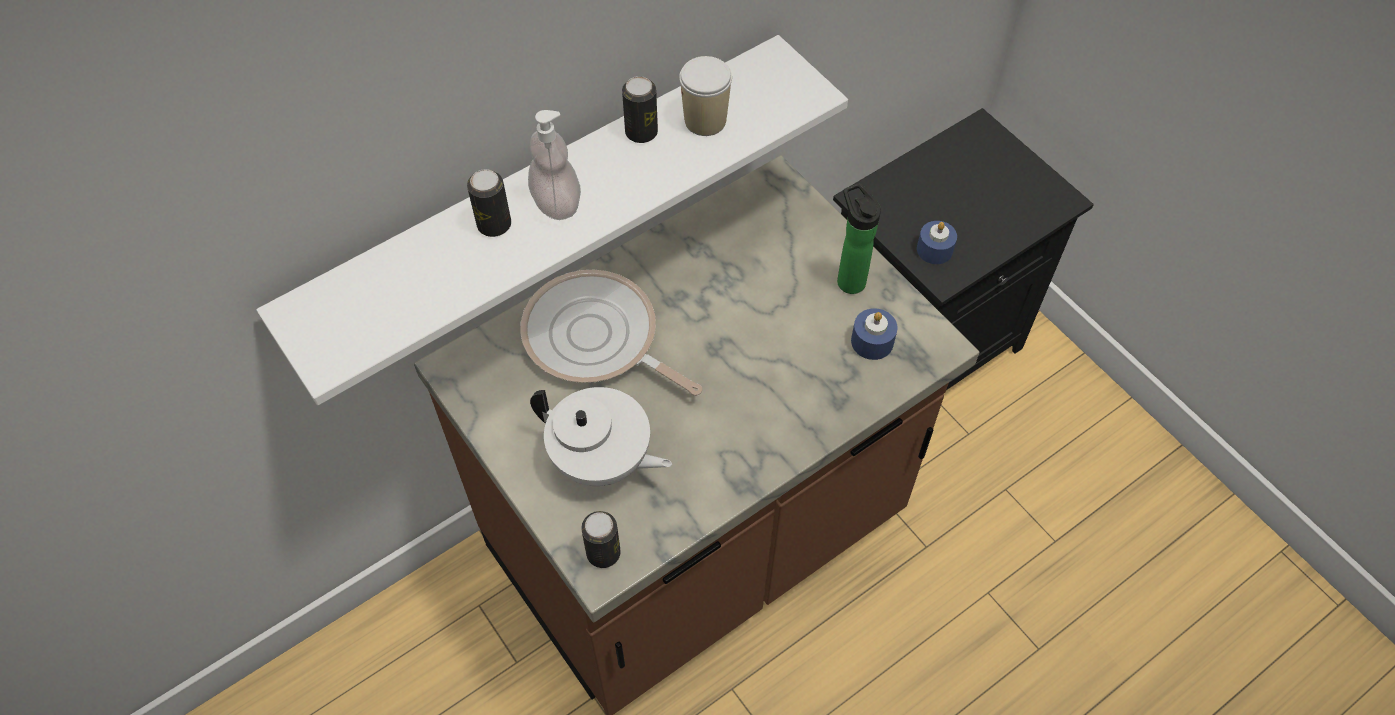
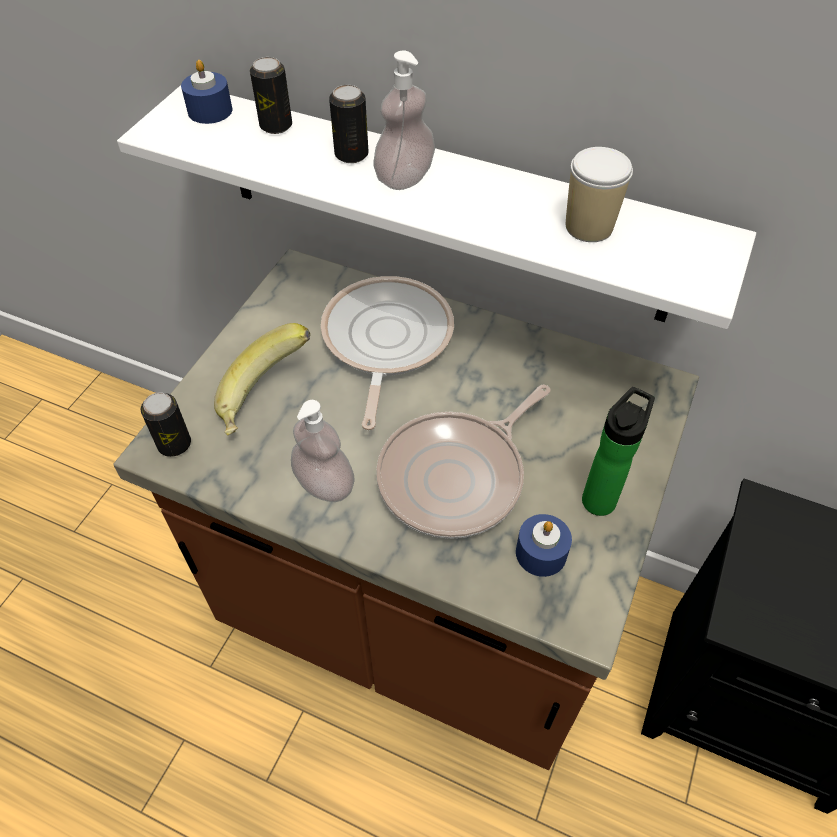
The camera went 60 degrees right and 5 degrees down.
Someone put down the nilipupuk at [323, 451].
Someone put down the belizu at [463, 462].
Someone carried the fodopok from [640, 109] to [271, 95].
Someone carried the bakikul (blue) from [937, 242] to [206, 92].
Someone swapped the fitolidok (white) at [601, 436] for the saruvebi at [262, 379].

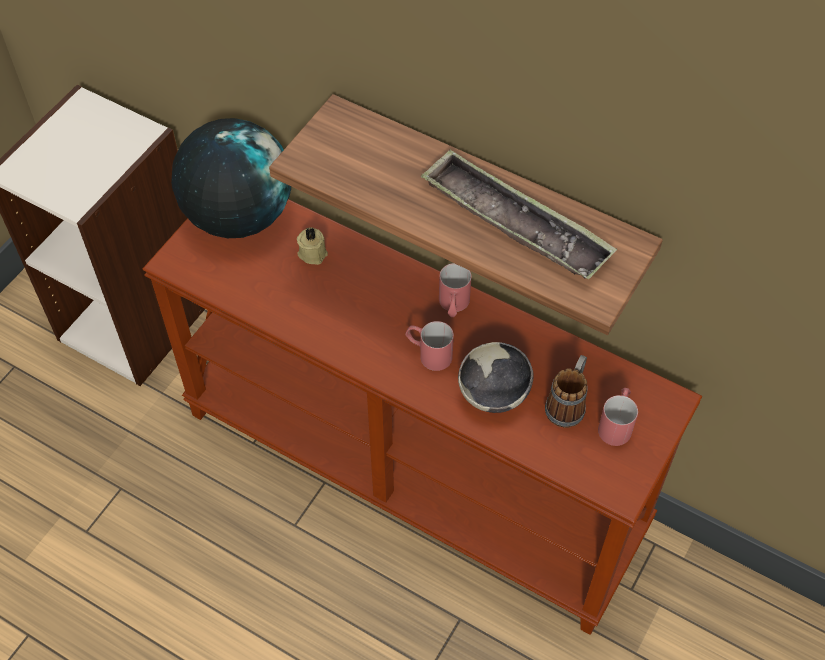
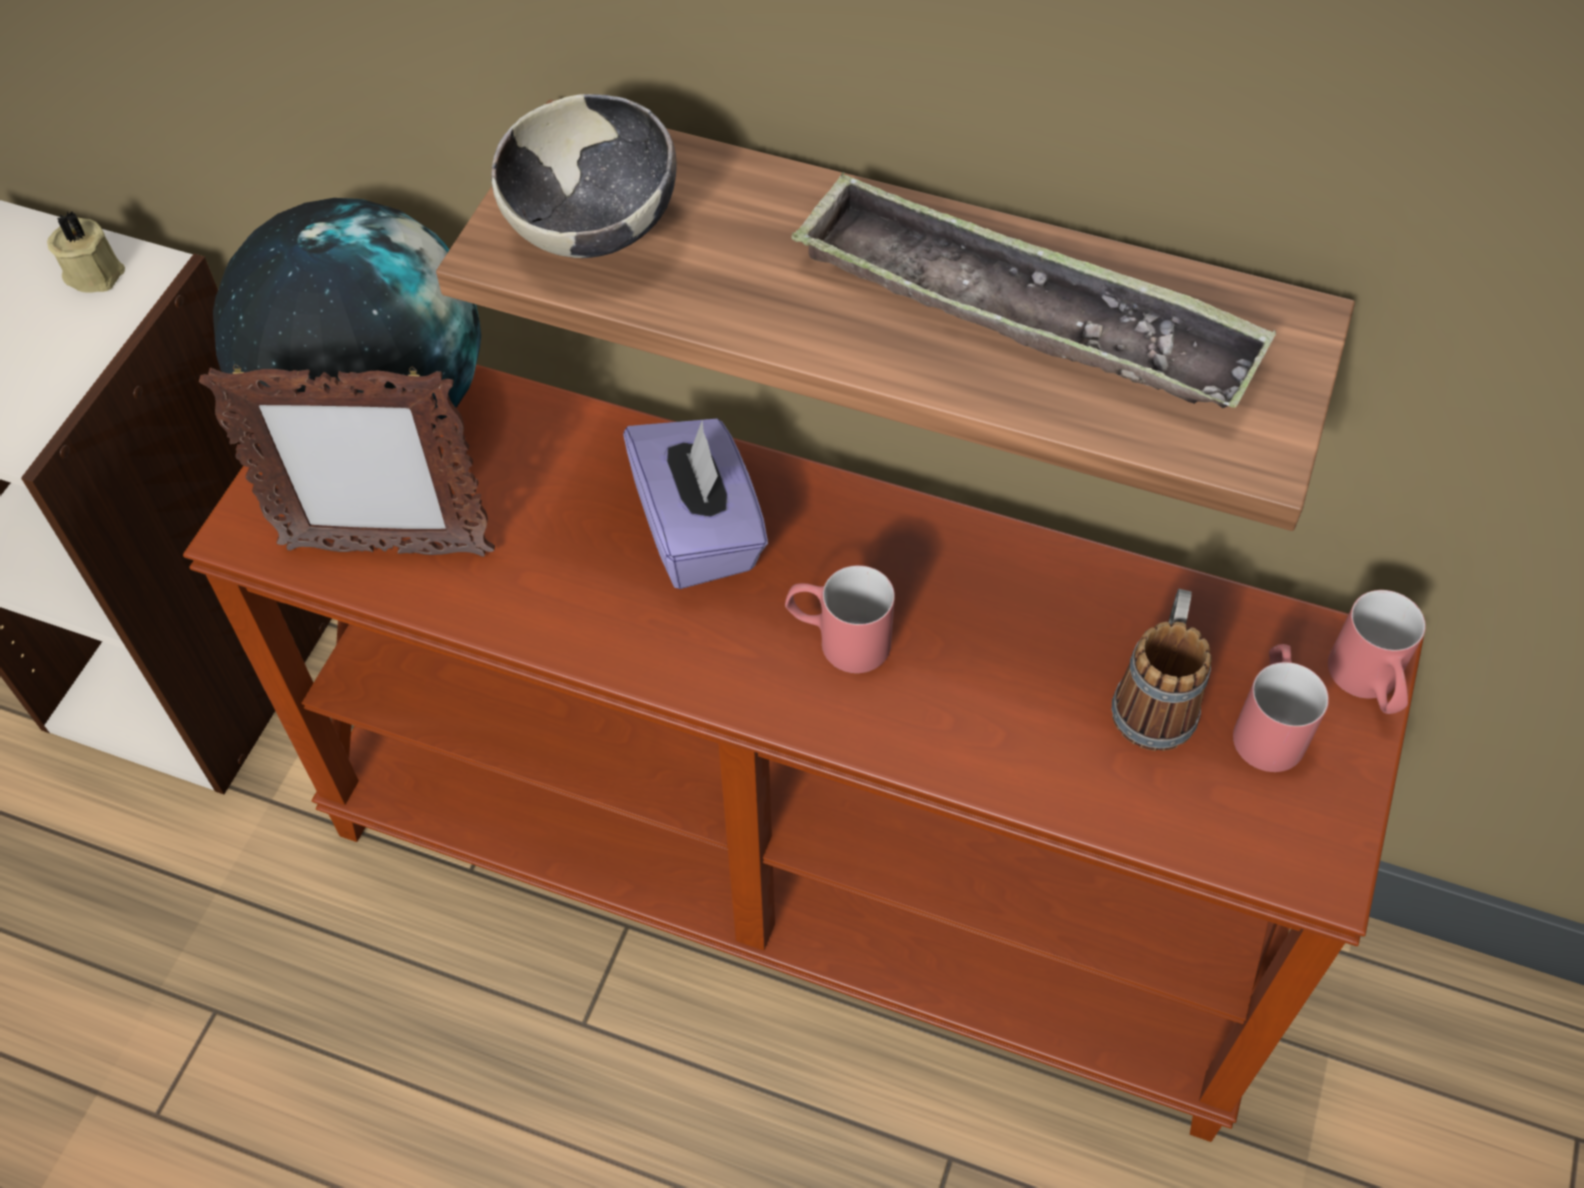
The camera went 10 degrees left and 0 degrees up.
Someone put down the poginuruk at [347, 460].
Someone put down the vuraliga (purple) at [695, 504].
Someone carried the bakikul (beige) from [312, 245] to [86, 252].
Someone carried the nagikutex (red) from [455, 290] to [1377, 652].
Someone carried the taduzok from [496, 377] to [584, 176].

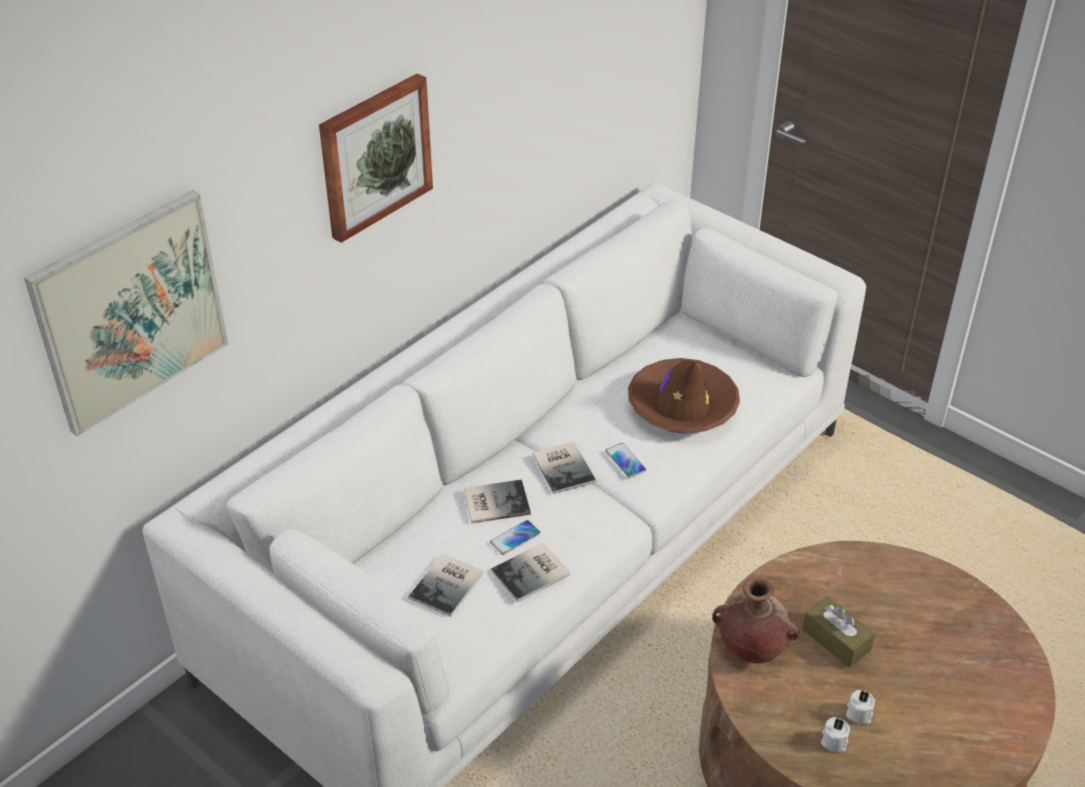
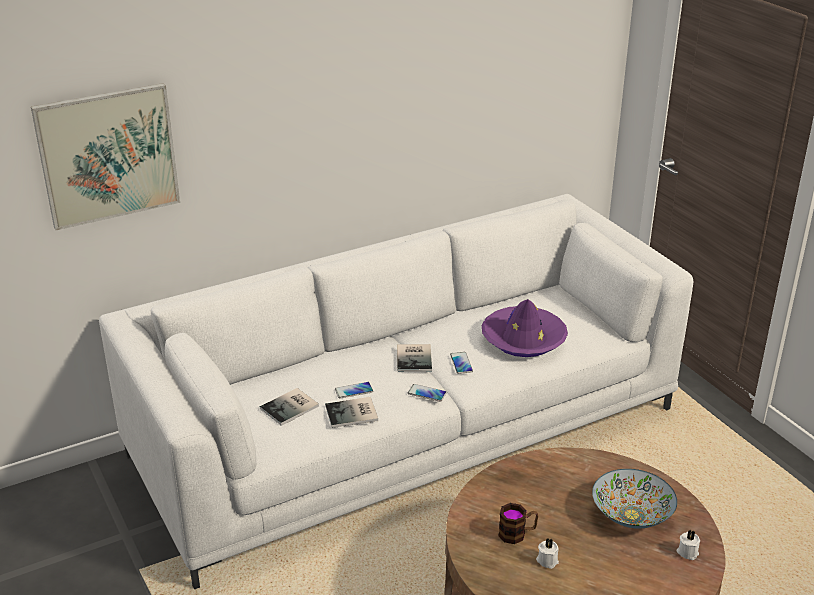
The camera went 20 degrees right and 10 degrees down.
Someone took away the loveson at [376, 158].
Someone took away the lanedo at [497, 501].
Someone took away the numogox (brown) at [755, 619].
Someone took away the vuraliga (brown) at [838, 631].
Someone put down the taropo at [427, 393].
Someone put down the nagikutex at [518, 523].
Someone put down the taduzok at [634, 499].
Someone carried the bakikul (white) from [835, 734] to [688, 545].
Someone repainted the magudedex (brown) at [684, 396], which became the magudedex (purple) at [525, 328].

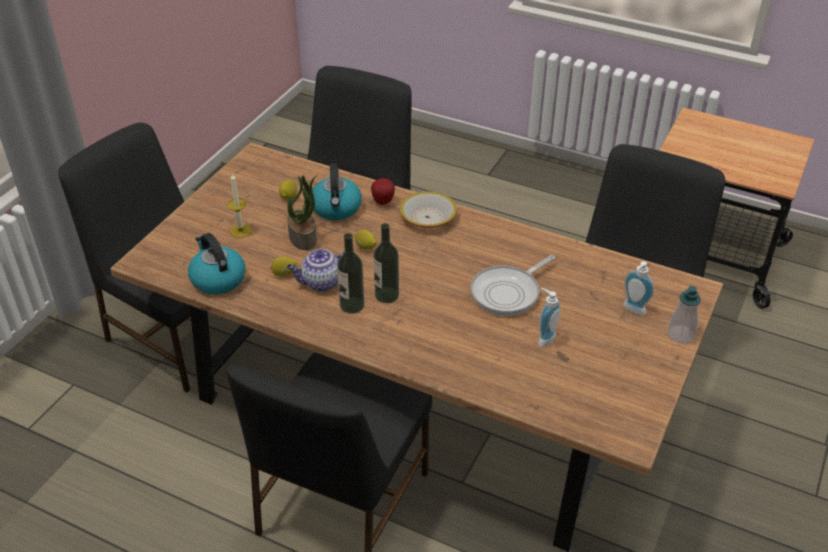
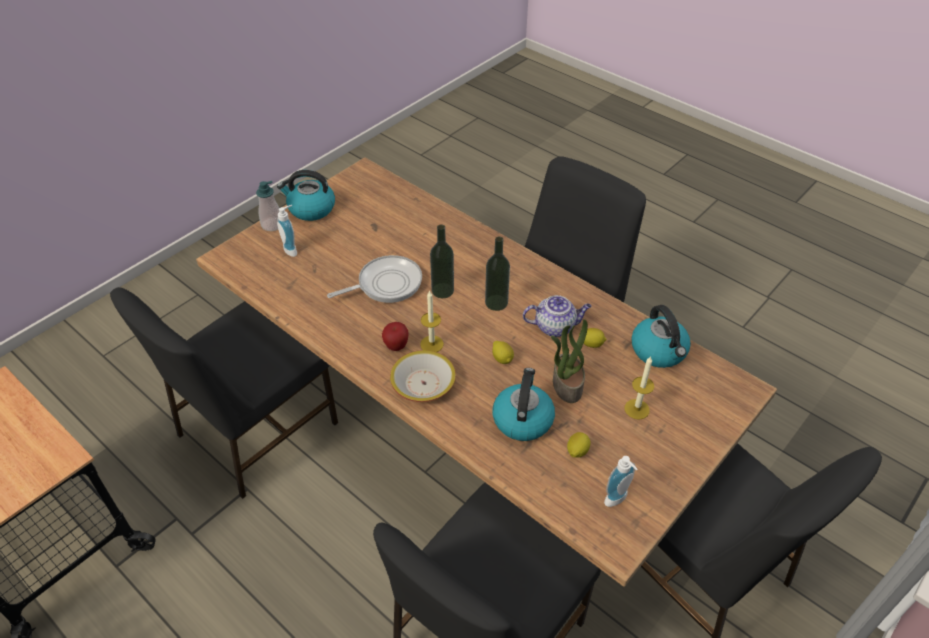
The camera went 165 degrees left and 5 degrees up.
Someone put down the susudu at [306, 195].
Someone put down the bakikul at [432, 321].
Someone carried the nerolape from [350, 273] to [442, 261].
Someone carried the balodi from [383, 191] to [395, 336].
Someone carried the nilipupuk from [549, 317] to [621, 481].

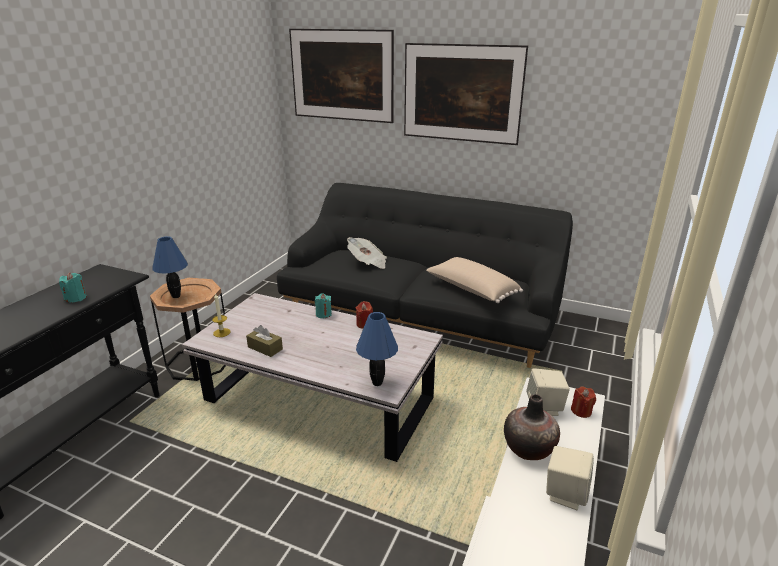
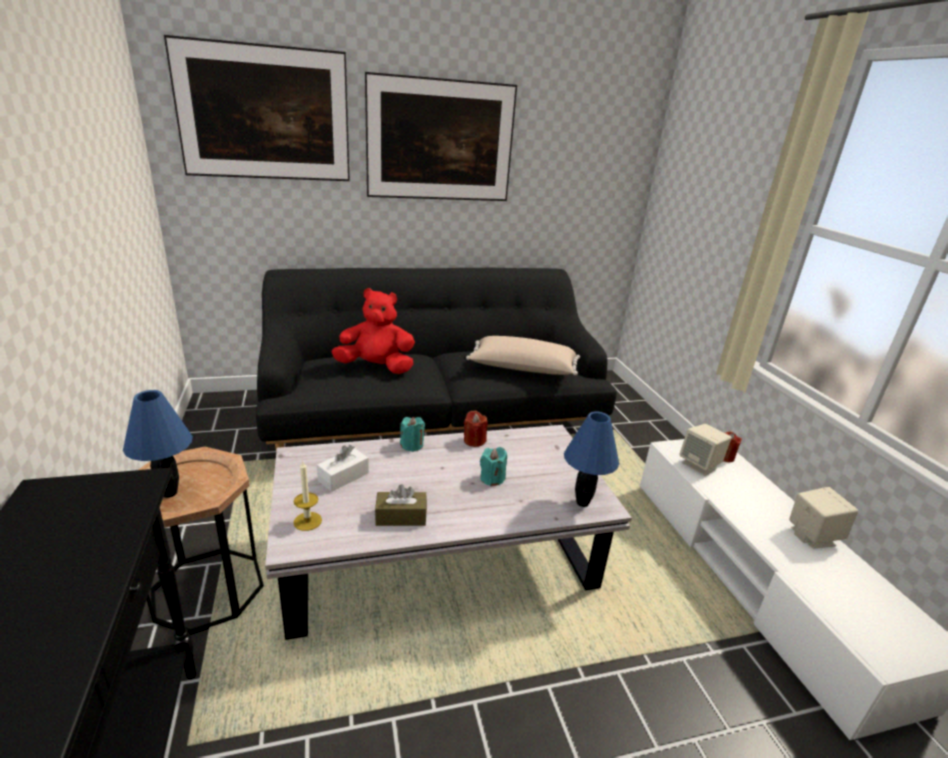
The camera went 40 degrees left and 0 degrees up.
Someone took away the numogox at [532, 427].
Someone put down the vuraliga (white) at [343, 468].
Someone carried the bakikul (turquoise) from [73, 287] to [493, 466].
Someone swapped the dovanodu at [367, 253] for the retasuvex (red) at [373, 331].

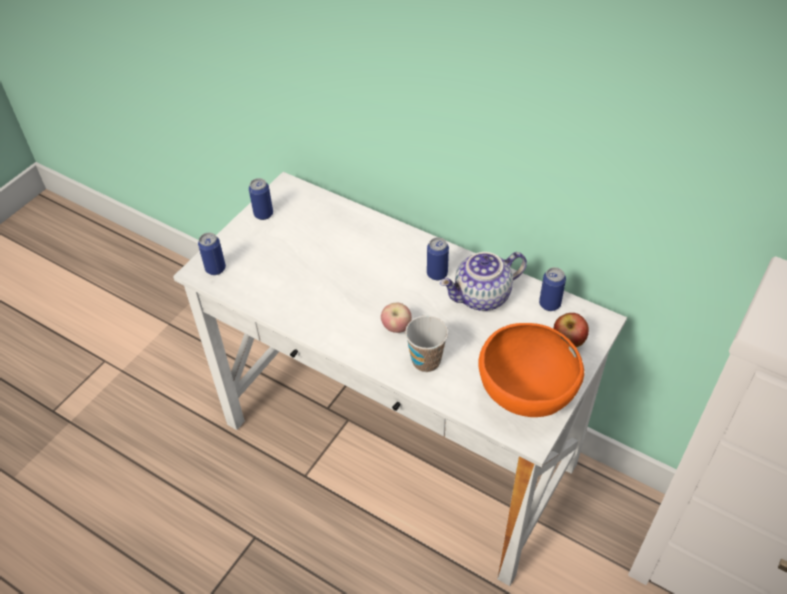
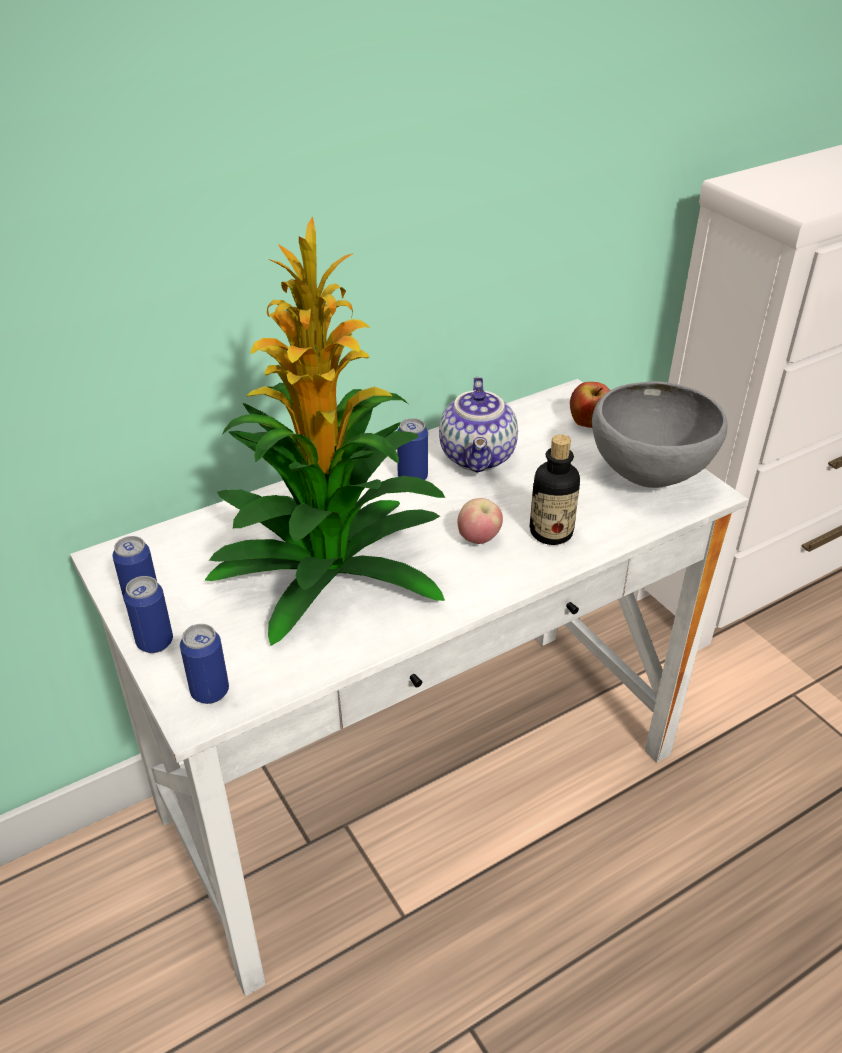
The camera went 65 degrees left and 10 degrees down.
Someone put down the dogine at [325, 431].
Someone carried the fodopok from [552, 289] to [148, 614].
Someone swapped the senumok at [426, 343] for the nerolape at [554, 489].
Someone repainted the taduzok (orange) at [531, 370], which became the taduzok (grey) at [660, 434].

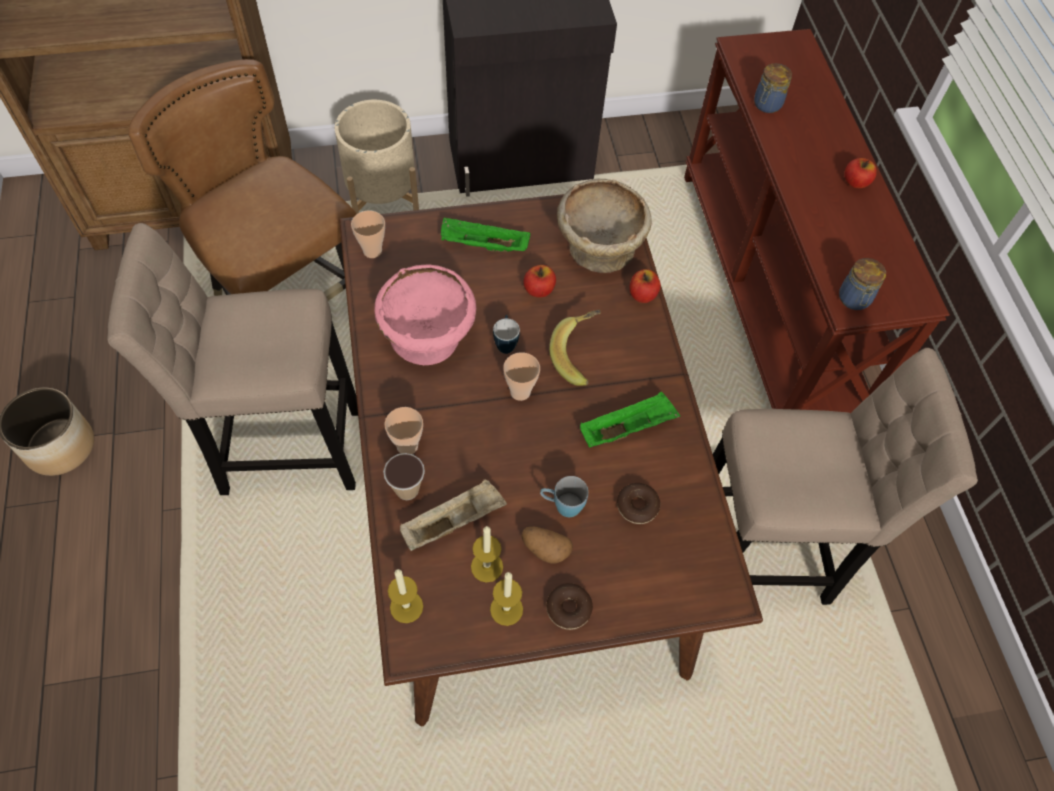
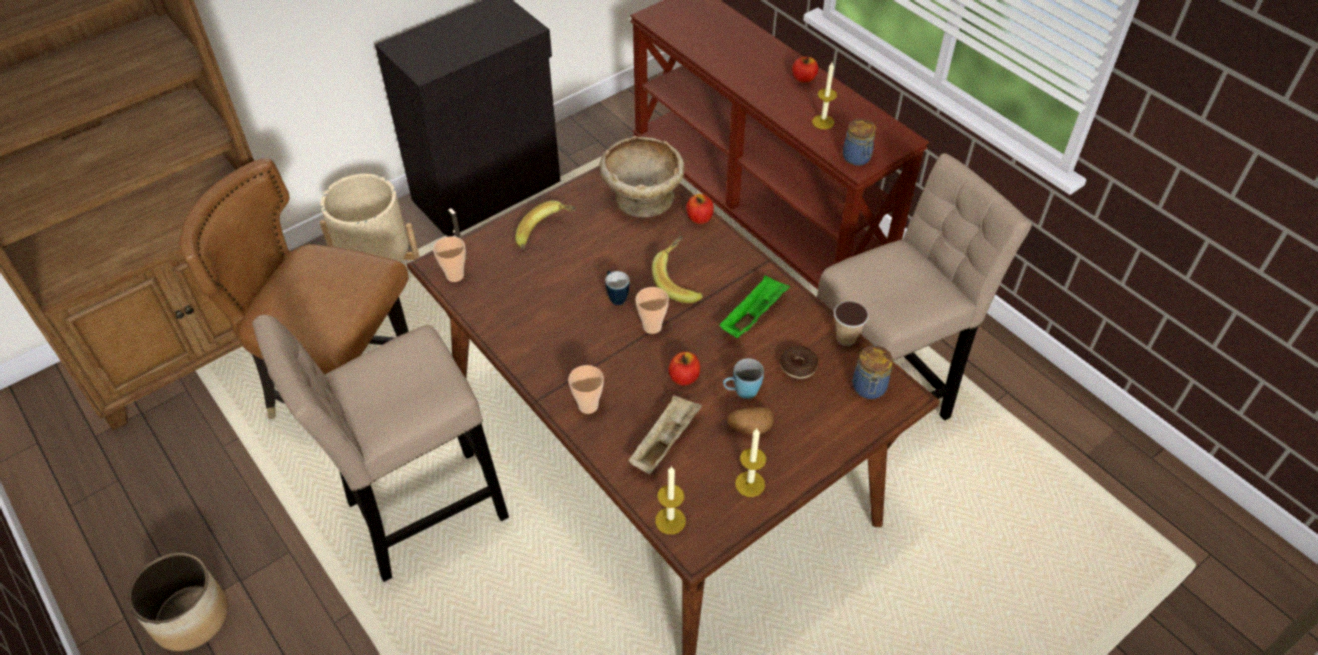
The camera went 25 degrees left and 10 degrees down.
Someone took away the taduzok (pink) at [425, 314].
Someone took away the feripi at [569, 606].
Someone carried the senumok from [404, 476] to [851, 323].
Someone carried the bakikul from [487, 554] to [824, 96].
Someone carried the balodi from [539, 281] to [684, 368].
Someone carried the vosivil from [773, 88] to [872, 372].
Someone swapped the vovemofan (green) at [485, 234] for the saruvebi at [545, 224].

